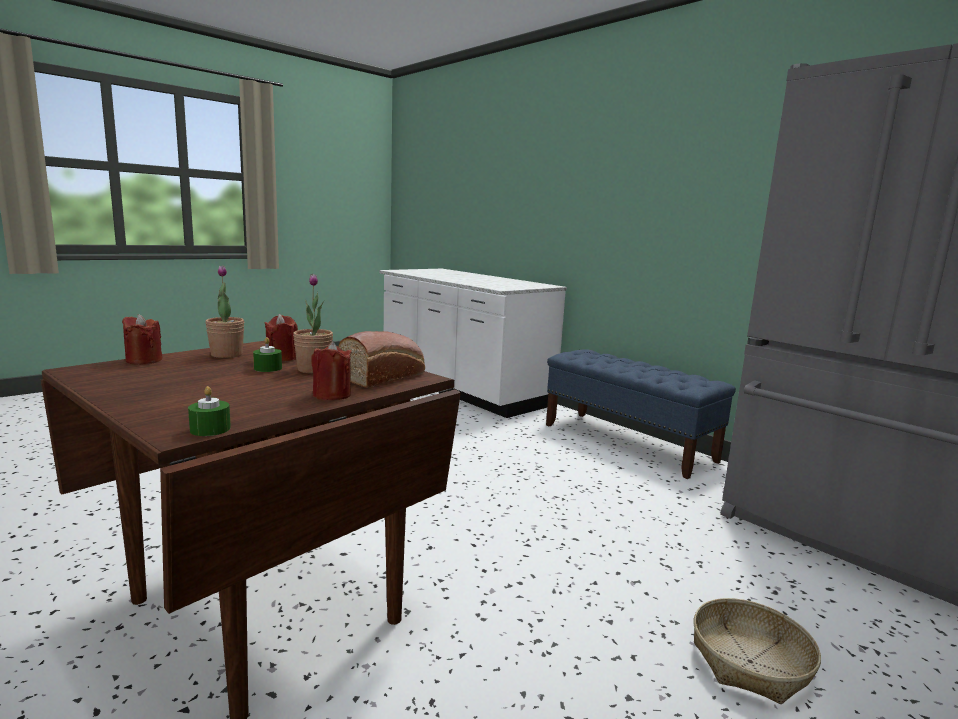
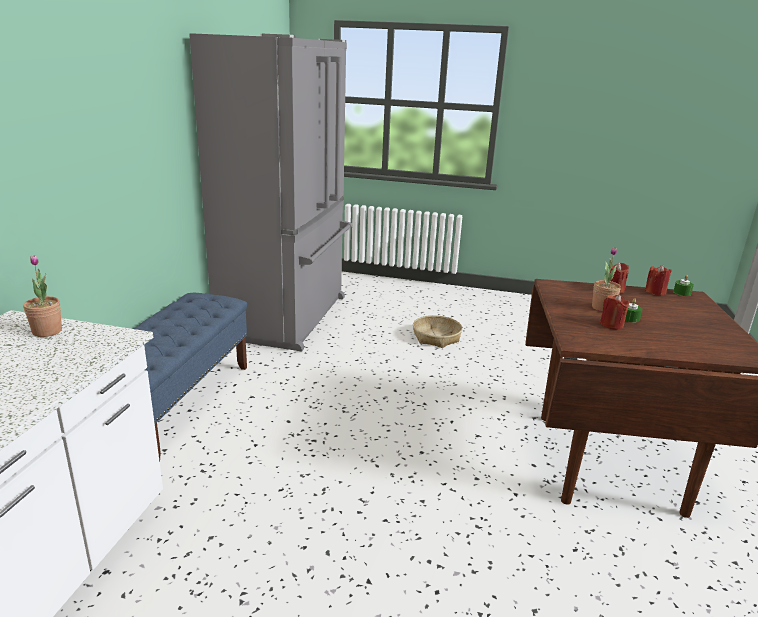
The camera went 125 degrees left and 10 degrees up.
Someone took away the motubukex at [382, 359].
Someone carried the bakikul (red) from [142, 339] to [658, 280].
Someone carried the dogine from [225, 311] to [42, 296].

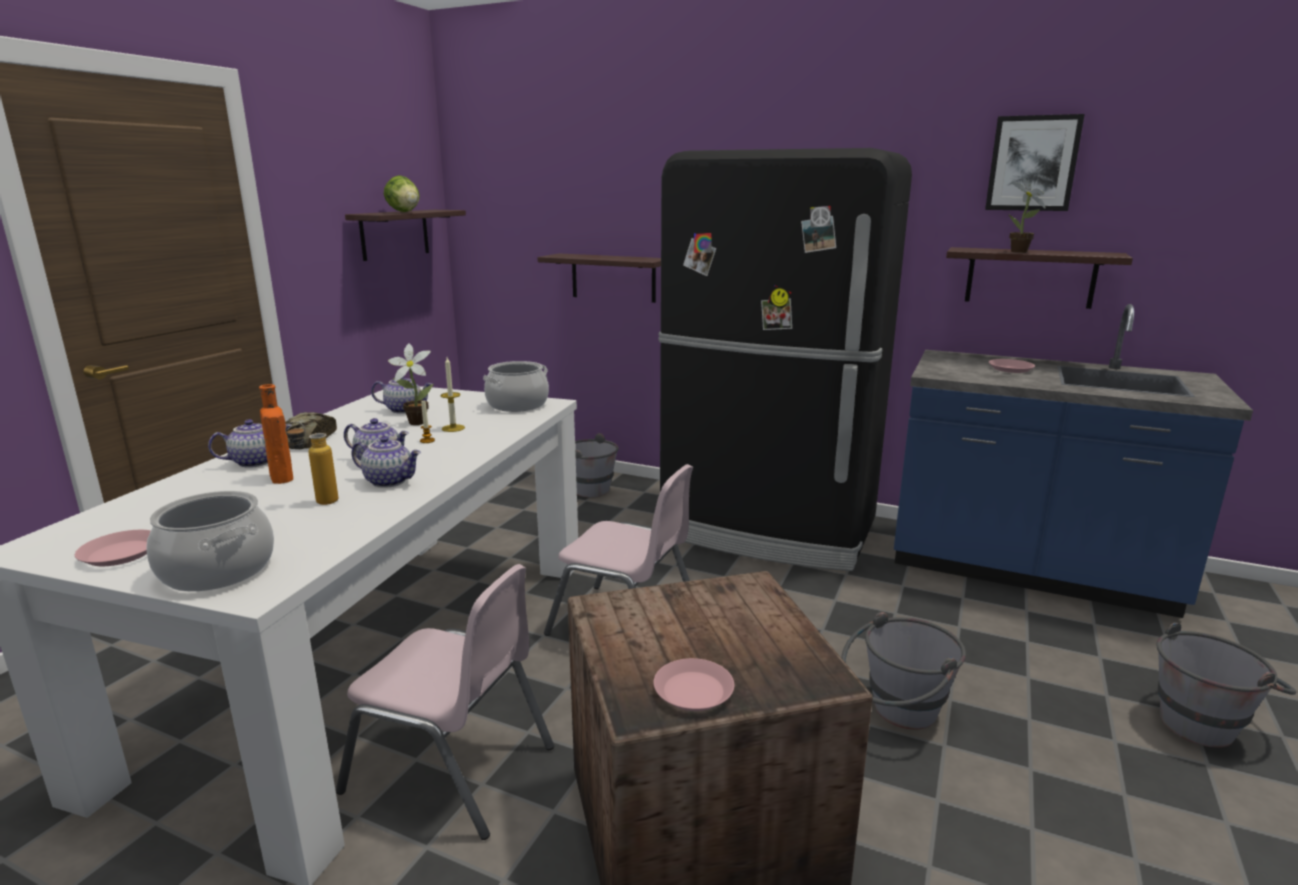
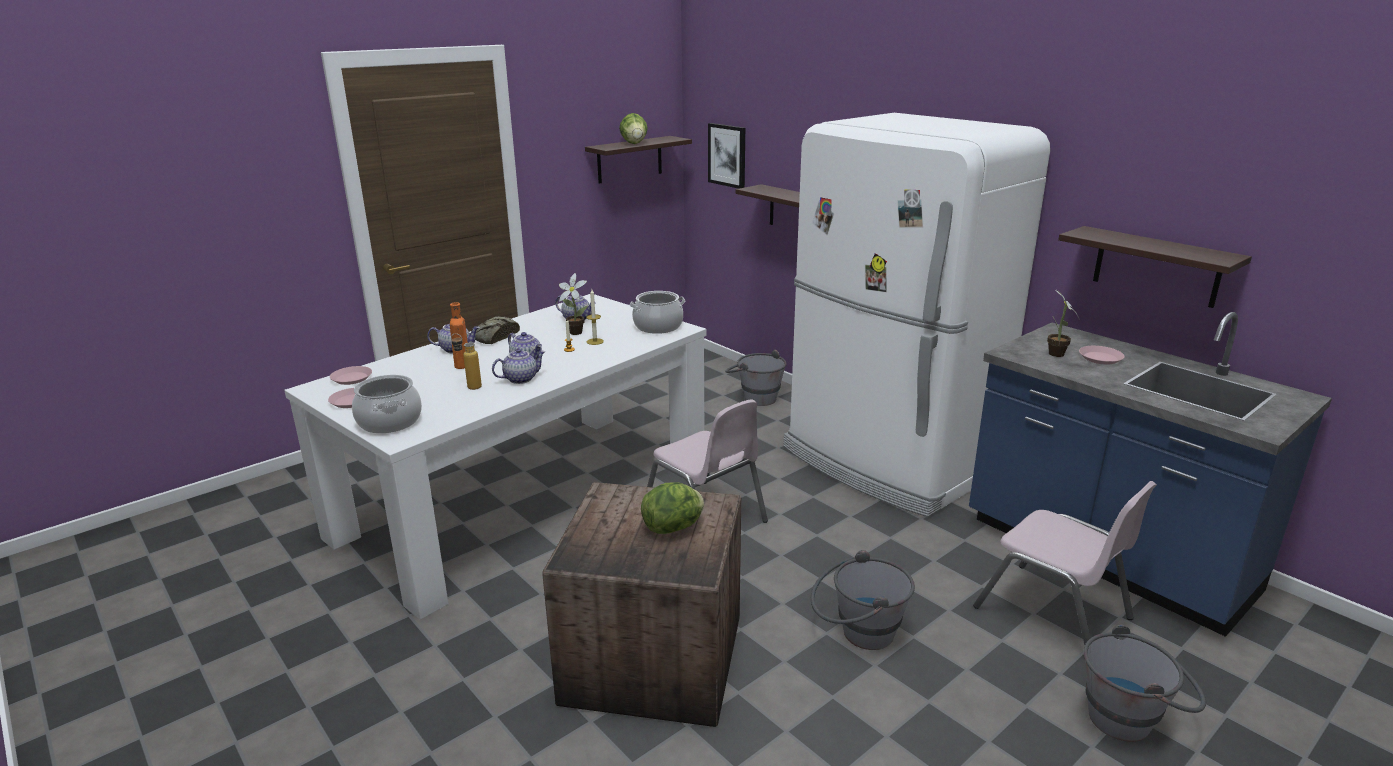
The camera went 25 degrees right and 5 degrees up.
Someone put down the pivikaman at [672, 508].
Someone carried the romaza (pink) from [445, 702] to [1065, 563].
Someone carried the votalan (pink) from [694, 684] to [351, 375].
Someone carried the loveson from [1035, 162] to [726, 156].
Someone carried the dogine from [1027, 215] to [1063, 322].
Someone repainted the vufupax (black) at [785, 359], which became the vufupax (white) at [917, 315].
Someone rotated the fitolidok at [386, 462] by 75 degrees counterclockwise.

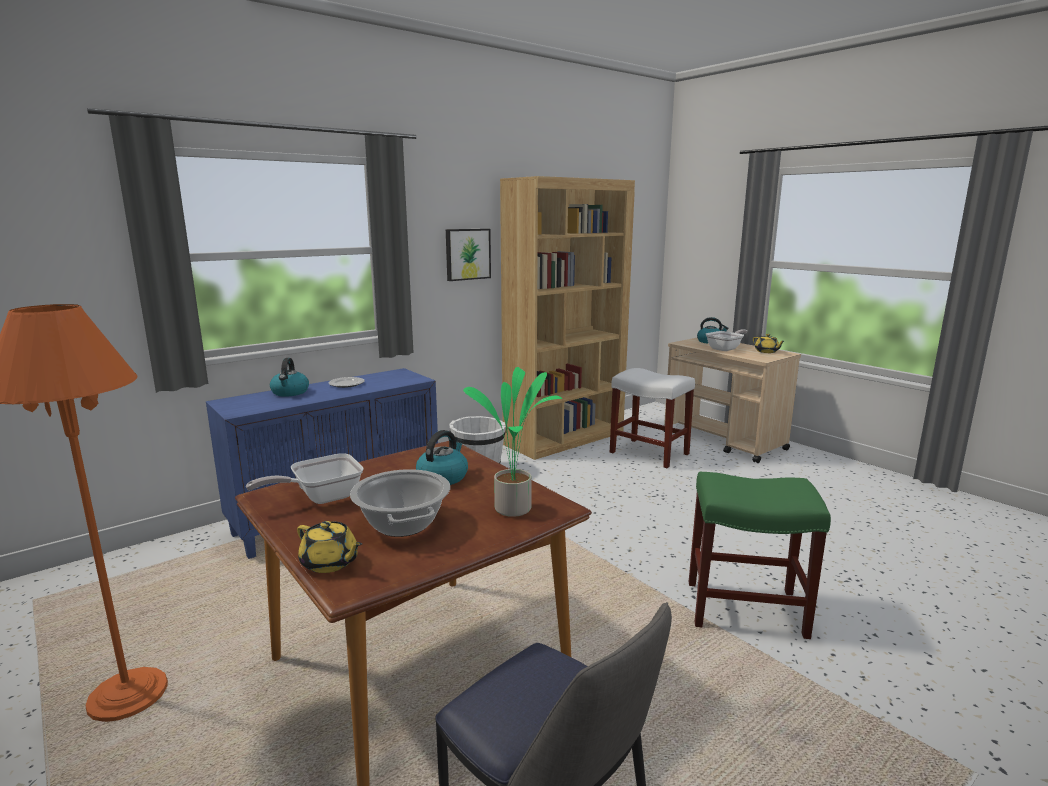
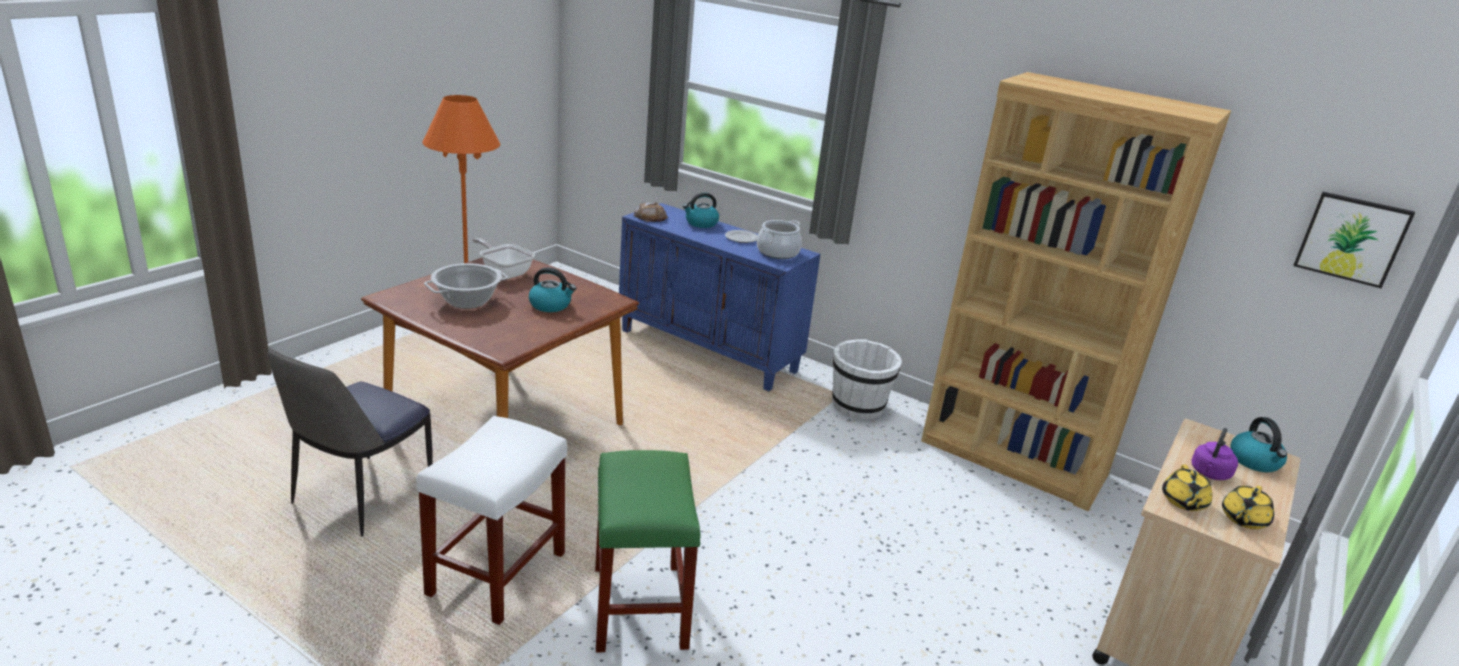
The camera went 70 degrees right and 10 degrees up.
Someone took away the dogine at [512, 442].
Someone put down the motubukex at [650, 212].
Someone put down the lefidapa at [779, 239].
Someone carried the fitolidok (yellow) from [329, 547] to [1187, 487].
Someone carried the loveson from [468, 255] to [1354, 240].
Someone carried the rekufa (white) from [652, 418] to [491, 520].
Someone swapped the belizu at [727, 340] for the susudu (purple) at [1215, 454].

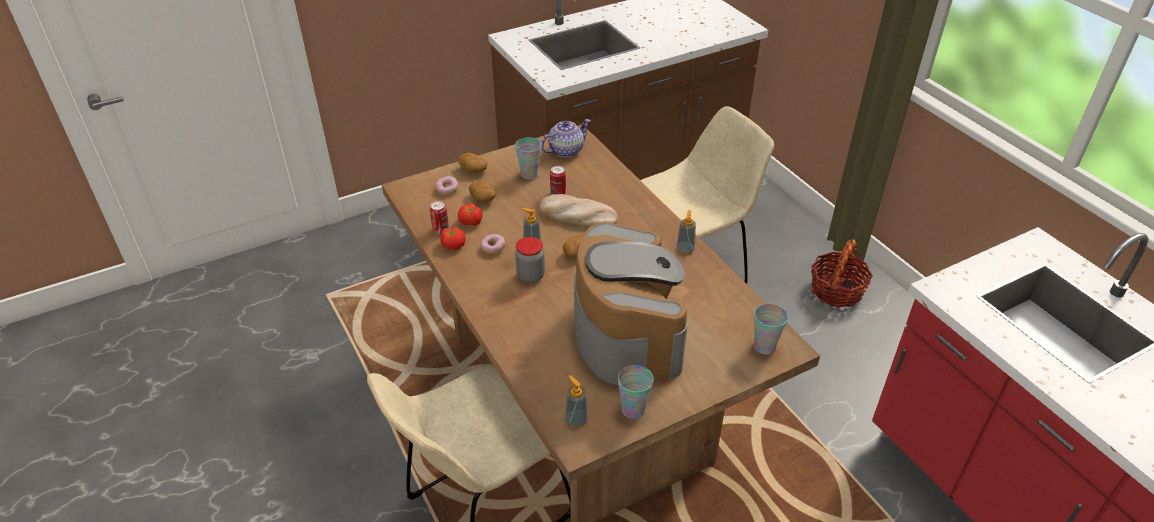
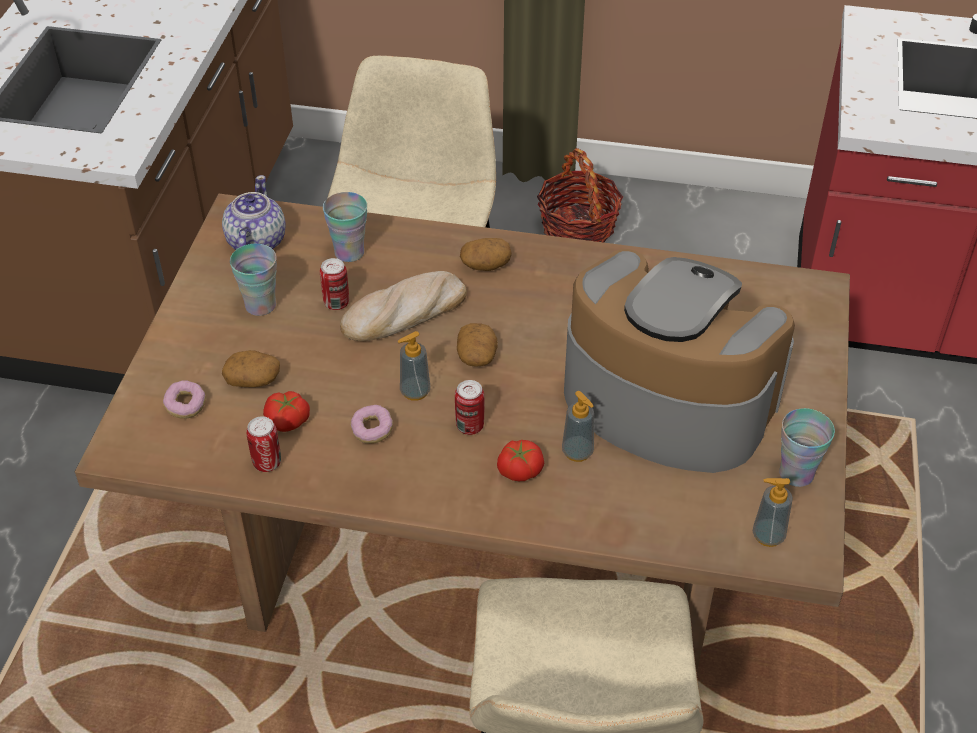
The camera went 50 degrees left and 5 degrees up.
Someone carried the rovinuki from [453, 238] to [520, 460].
Someone carried the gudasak from [472, 163] to [486, 254].
Someone carried the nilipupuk from [686, 232] to [578, 426].
Someone carried the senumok from [771, 329] to [345, 227].
Someone swapped the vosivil at [530, 260] for the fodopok at [469, 407].

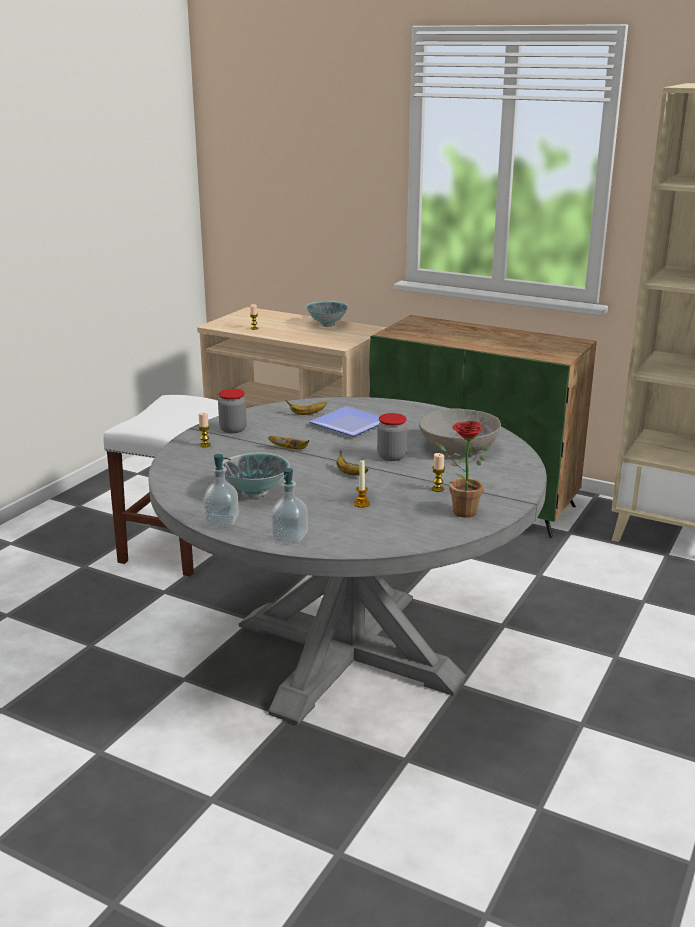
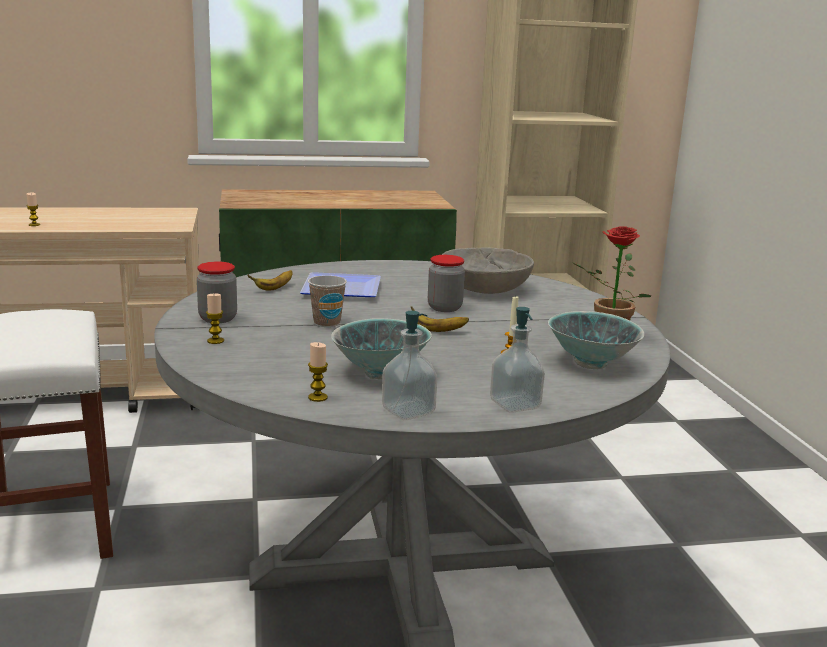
The camera went 40 degrees left and 5 degrees down.
Someone carried the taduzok from [327, 314] to [596, 340].
Someone carried the bakikul from [438, 472] to [318, 372].
Someone swapped the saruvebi at [288, 442] for the senumok at [327, 301].

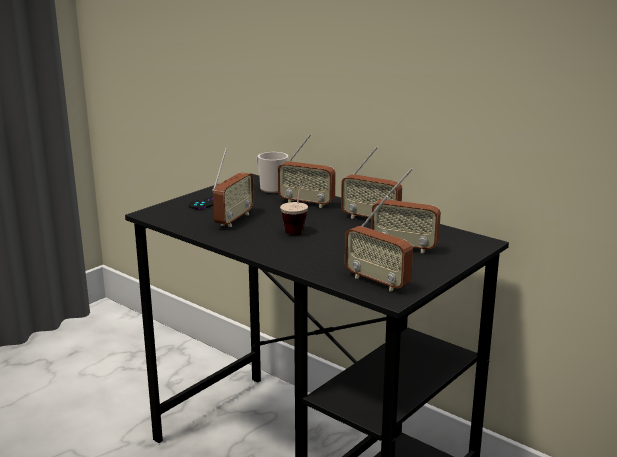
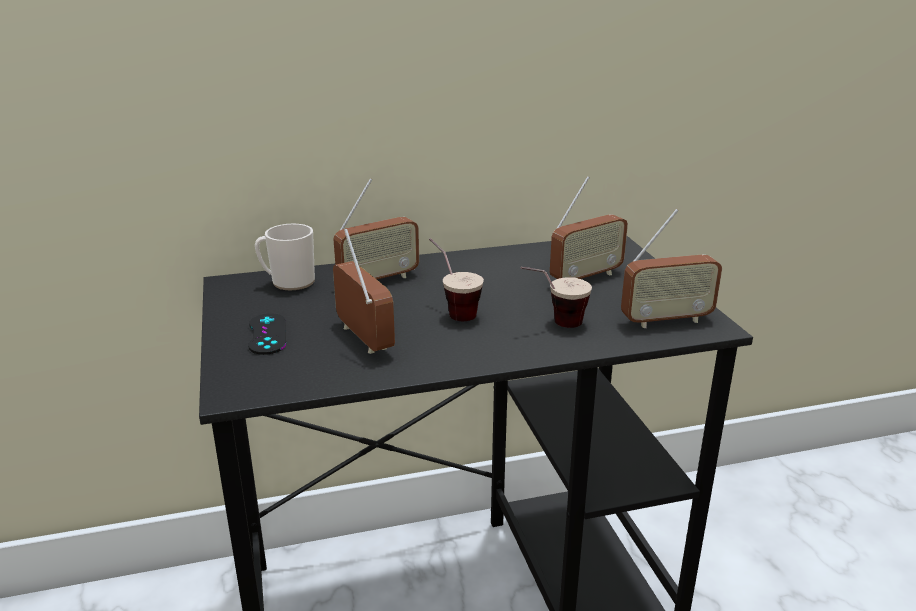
The camera went 55 degrees left and 5 degrees up.
Someone took away the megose at [371, 182].
Someone put down the senumok at [556, 297].

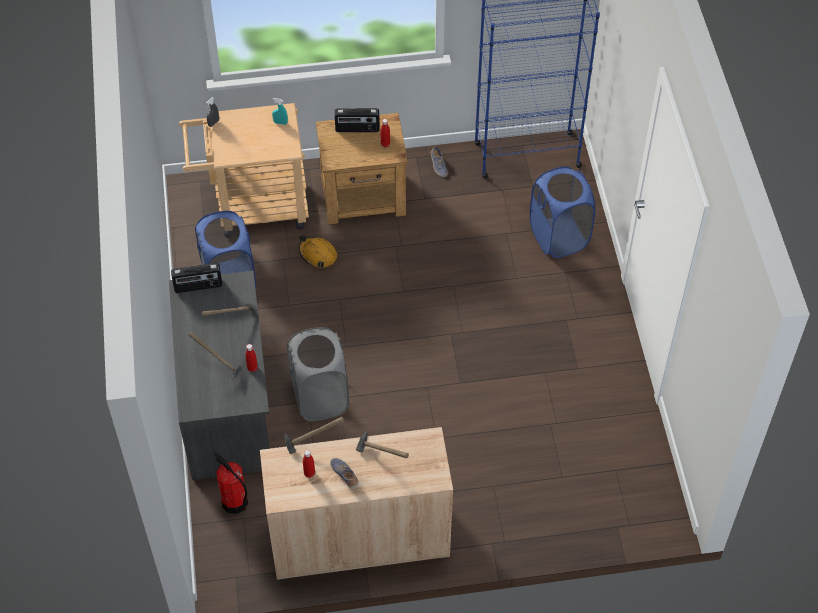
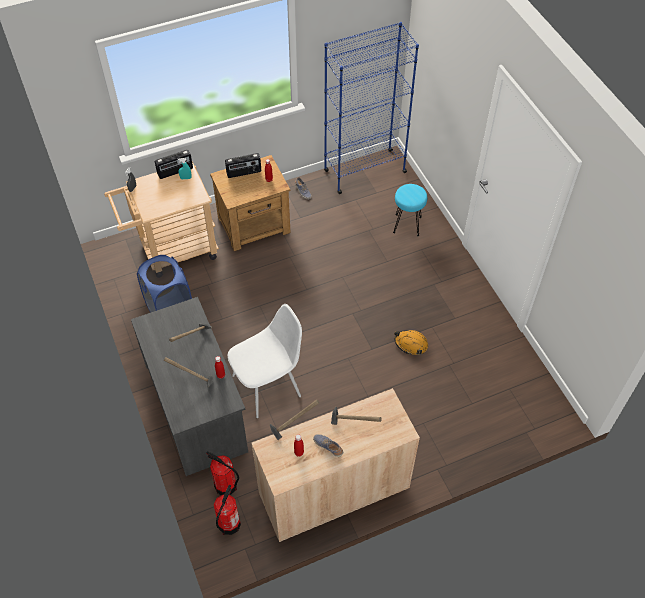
The camera went 15 degrees left and 0 degrees up.
Someone put down the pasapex at [227, 510].
Someone carried the megose from [196, 278] to [174, 164].
Someone carried the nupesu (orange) from [318, 251] to [411, 342].
Someone swapped the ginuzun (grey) at [318, 374] for the romaza (white) at [265, 361].
Someone swapped the ginuzun (blue) at [562, 212] for the rekufa (turquoise) at [410, 210].

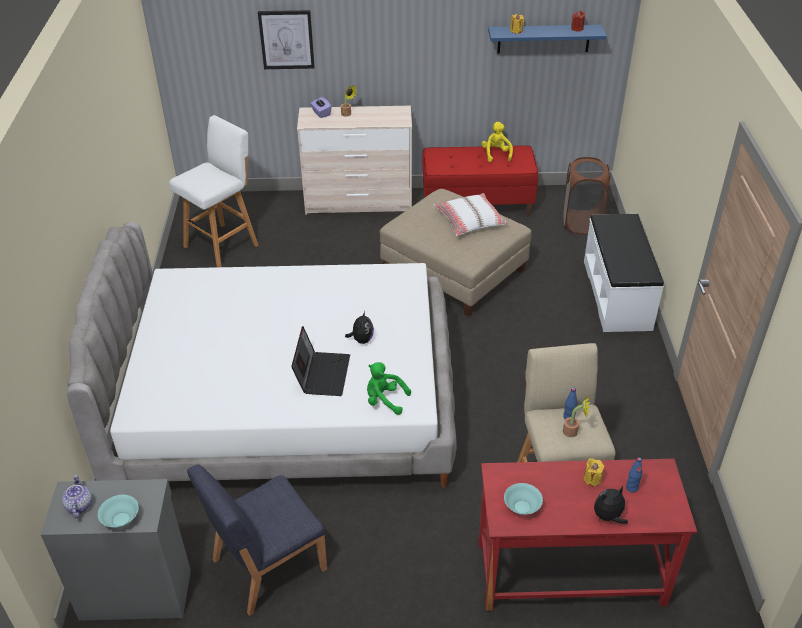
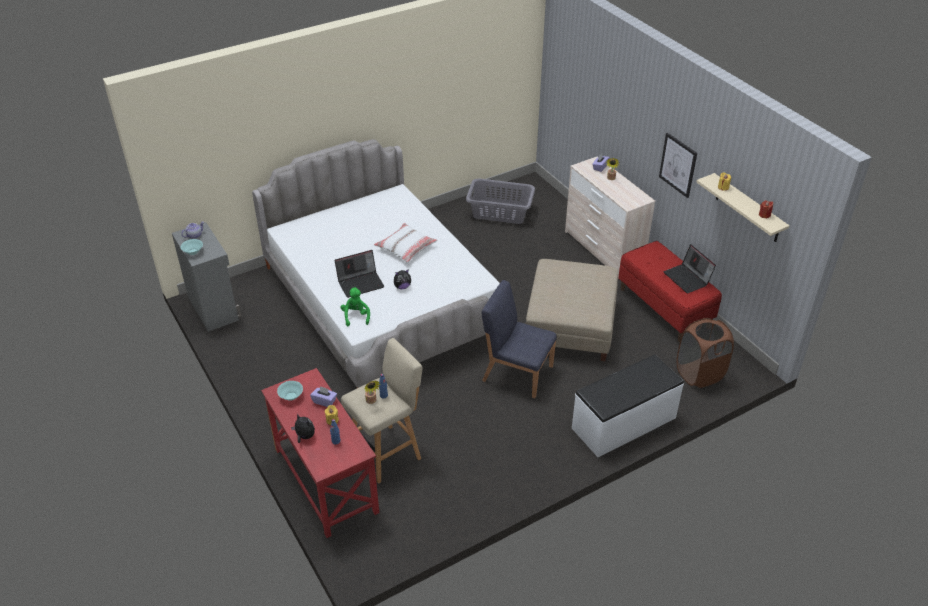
The camera went 60 degrees right and 0 degrees up.
Someone put down the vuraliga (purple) at [323, 396].
Someone carried the romaza (blue) from [257, 540] to [519, 339].
Someone carried the loveson from [286, 39] to [678, 165].
Someone carried the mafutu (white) from [471, 214] to [405, 243].
Someone swapped the rekufa (white) at [213, 191] for the ginuzun (grey) at [500, 201].
Someone swapped the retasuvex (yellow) at [497, 142] for the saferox at [690, 268].
Someone repainted the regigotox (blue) at [547, 39], which became the regigotox (beige) at [743, 207].

